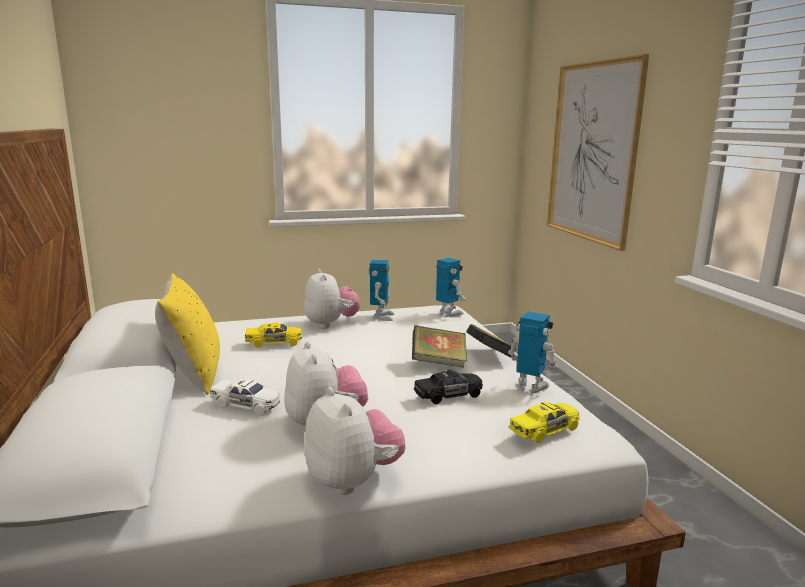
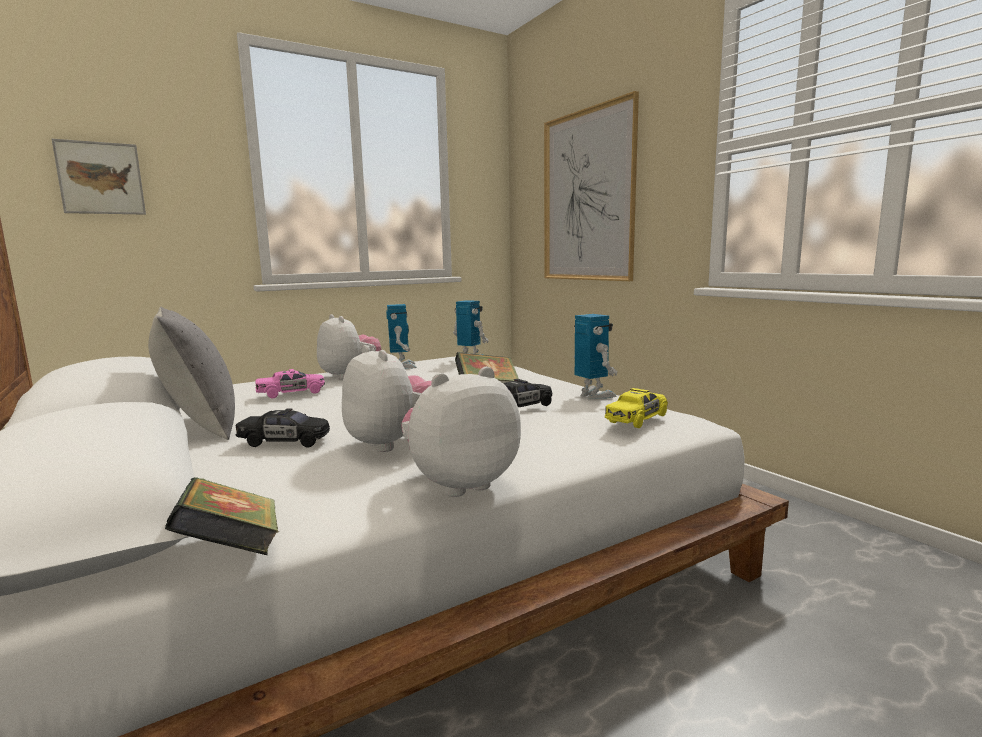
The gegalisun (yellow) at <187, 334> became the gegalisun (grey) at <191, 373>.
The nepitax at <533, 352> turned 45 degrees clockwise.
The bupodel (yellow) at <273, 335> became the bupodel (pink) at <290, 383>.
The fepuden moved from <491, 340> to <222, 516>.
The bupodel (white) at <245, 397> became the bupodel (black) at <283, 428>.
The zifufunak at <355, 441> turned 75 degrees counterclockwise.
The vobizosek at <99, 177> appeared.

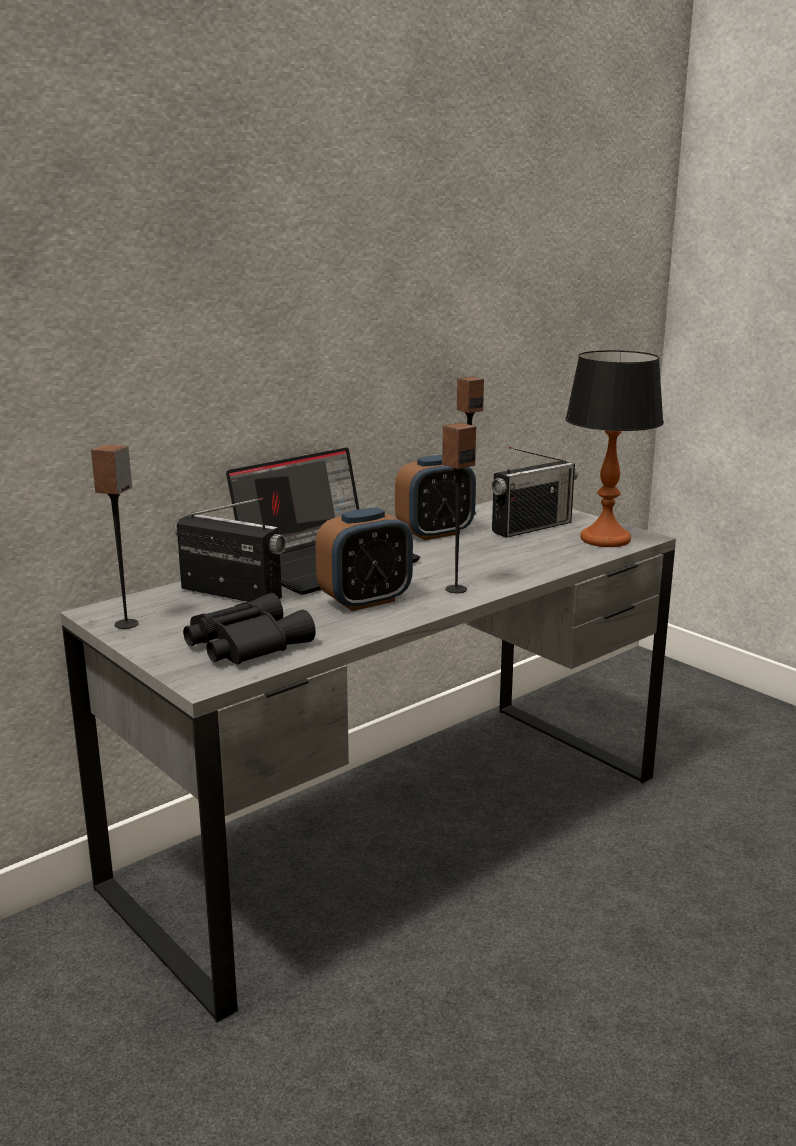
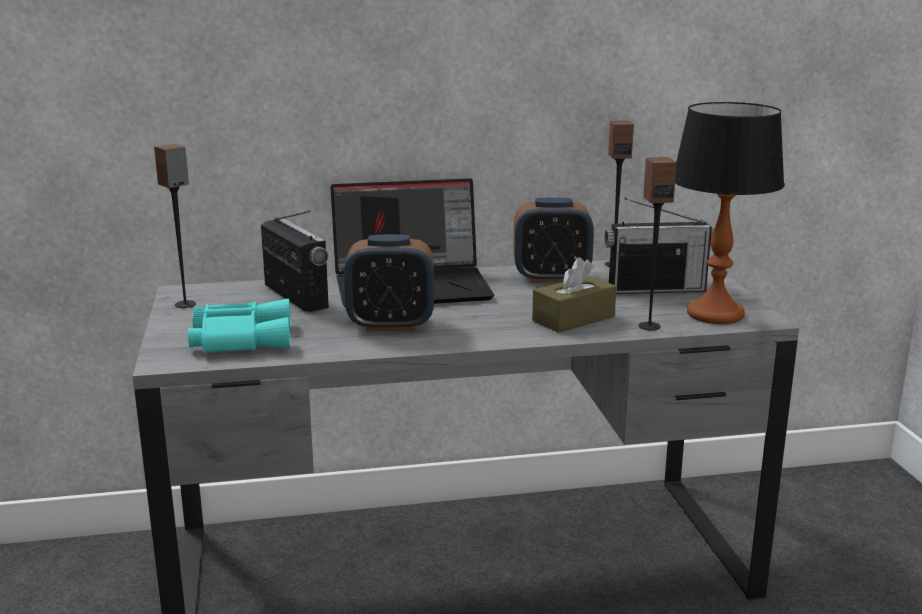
The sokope moved from <459, 508> to <657, 243>.
The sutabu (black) at <249, 629> became the sutabu (turquoise) at <239, 326>.
The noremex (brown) at <574, 295> appeared.

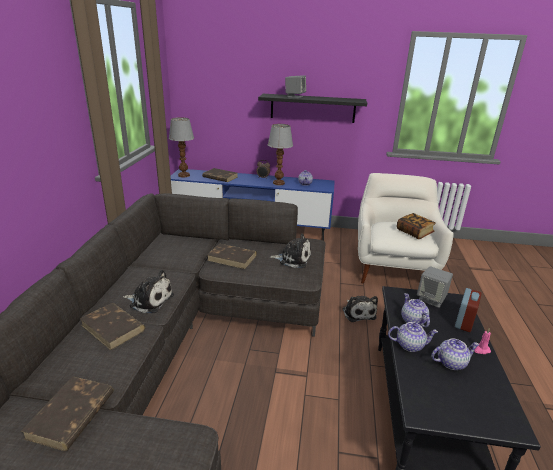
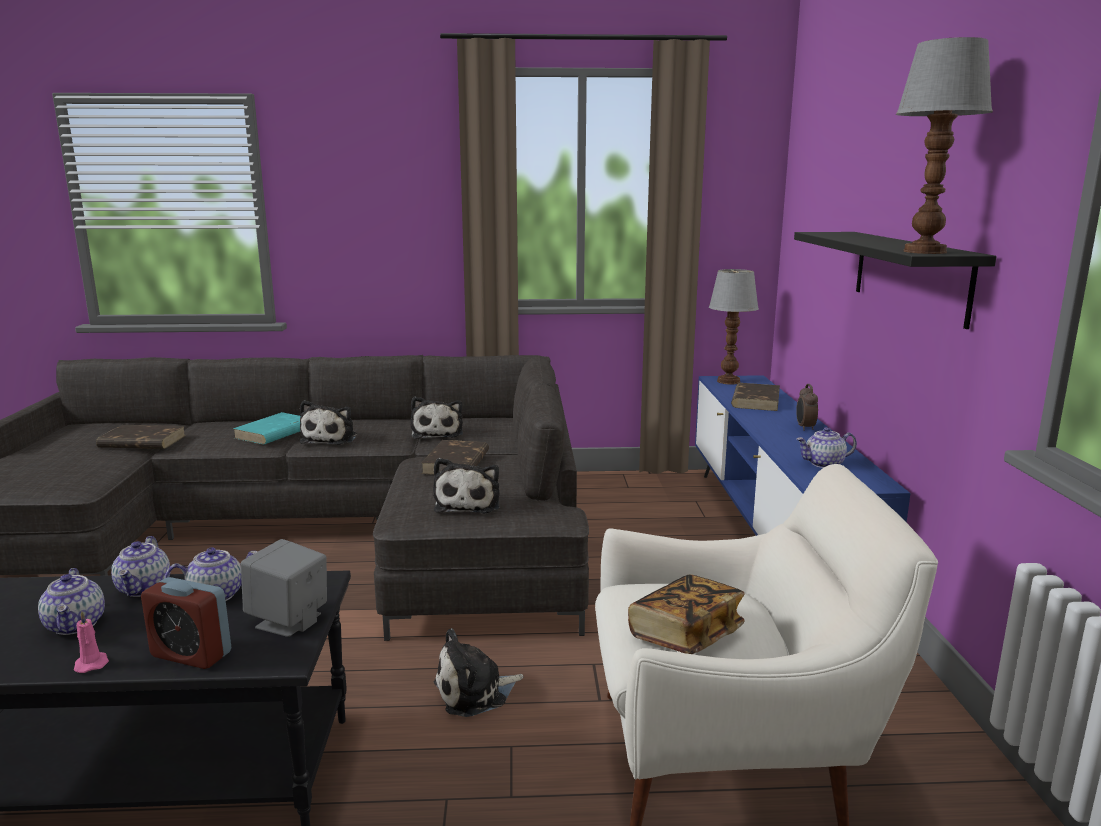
The sokope (grey) at <295, 86> disappeared.
The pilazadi moved from <280, 154> to <944, 145>.
The fepuden (brown) at <112, 326> became the fepuden (turquoise) at <266, 428>.
The zifufunak at <437, 418> appeared.

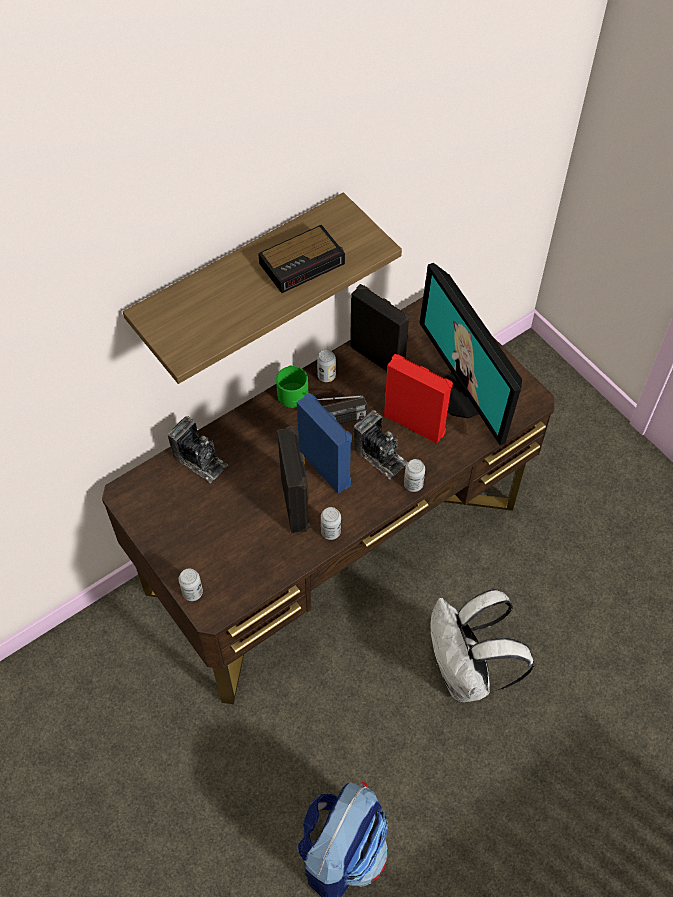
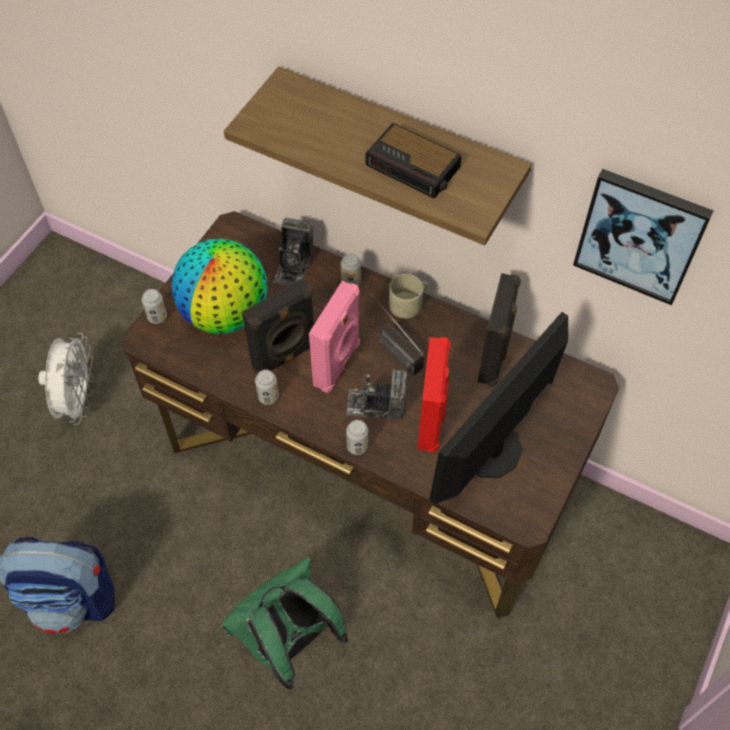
The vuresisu moved from <326, 366> to <351, 269>.
The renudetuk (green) at <292, 386> became the renudetuk (beige) at <408, 296>.
The sokope (blue) at <324, 443> became the sokope (pink) at <334, 337>.
The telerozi at <381, 444> turned 75 degrees clockwise.
The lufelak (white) at <482, 645> became the lufelak (green) at <284, 623>.
The vobizosek at <643, 237> appeared.
The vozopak at <219, 286> appeared.
The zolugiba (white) at <66, 379> appeared.

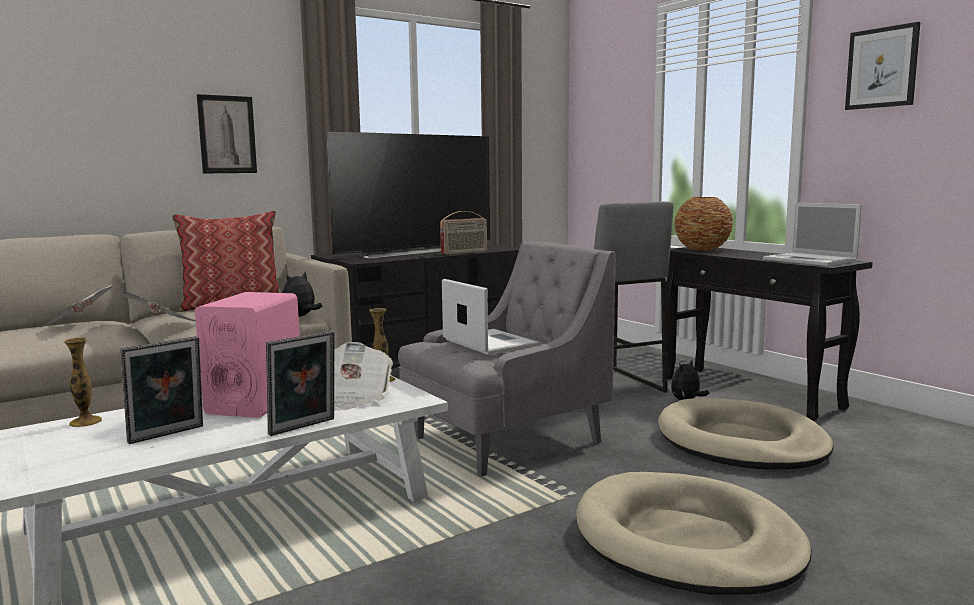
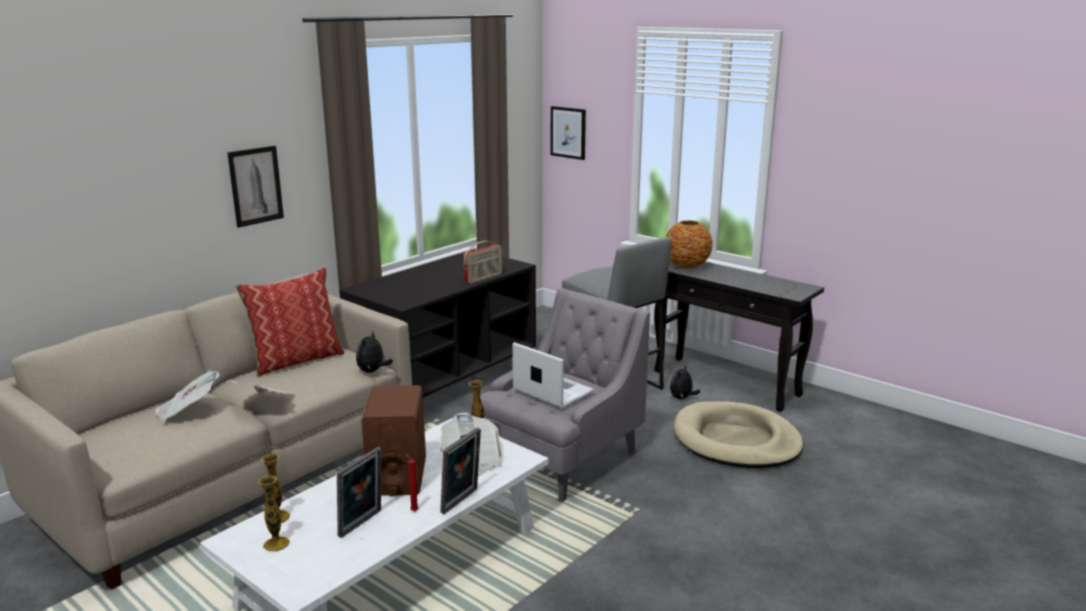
The vobizosek moved from <882, 66> to <568, 133>.
The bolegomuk at <408, 194> disappeared.
The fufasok at <812, 234> disappeared.
The sokope (pink) at <247, 355> became the sokope (brown) at <393, 440>.
The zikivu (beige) at <694, 533> disappeared.
The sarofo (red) at <412, 483> appeared.
The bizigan at <274, 514> appeared.

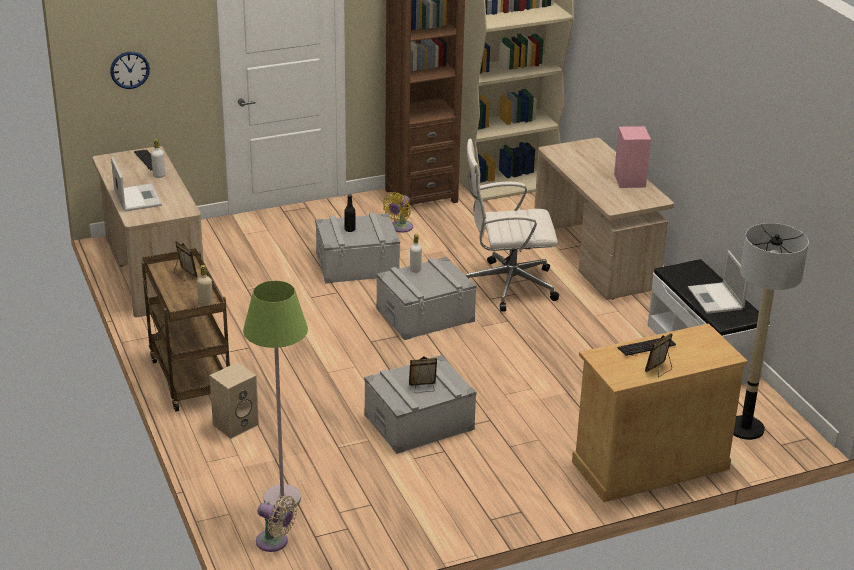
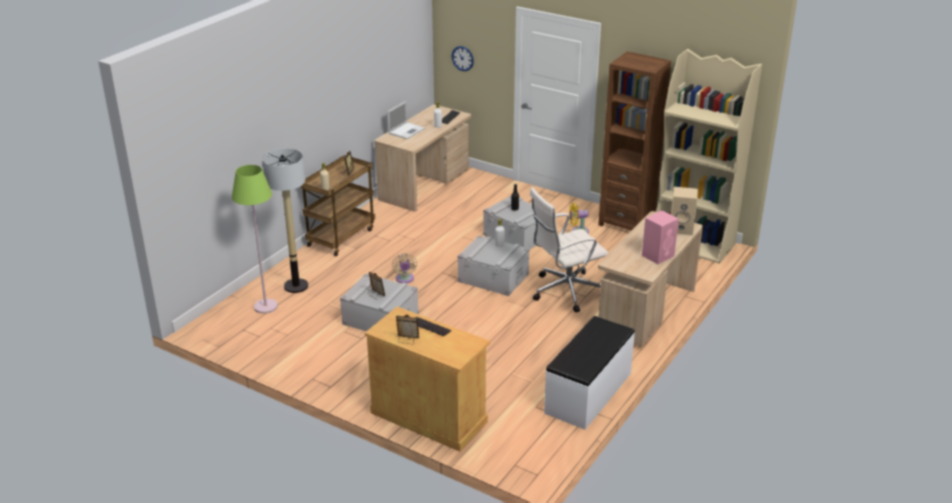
The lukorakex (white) at <512, 225> turned 75 degrees counterclockwise.
The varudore moved from <771, 331> to <285, 220>.
The fufasok at <718, 282> disappeared.
The sokope (beige) moved from <234, 400> to <684, 211>.
The zolugiba (beige) moved from <276, 524> to <404, 268>.

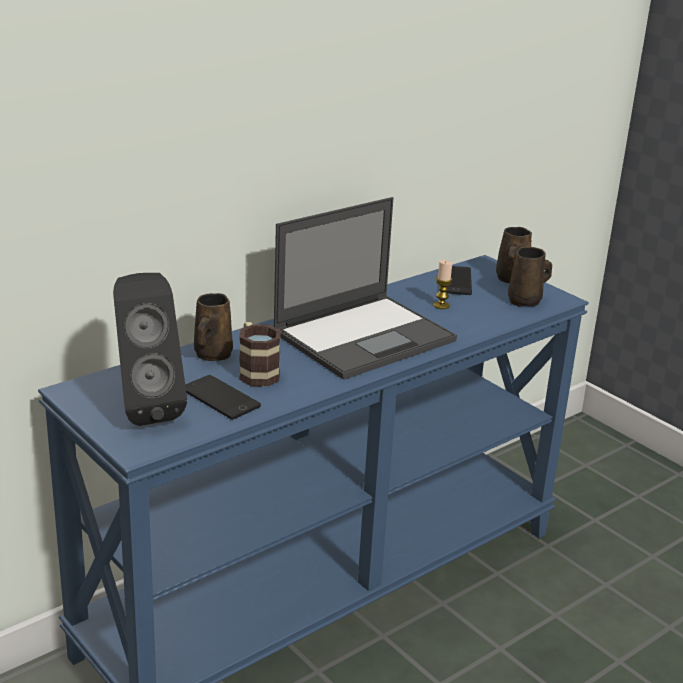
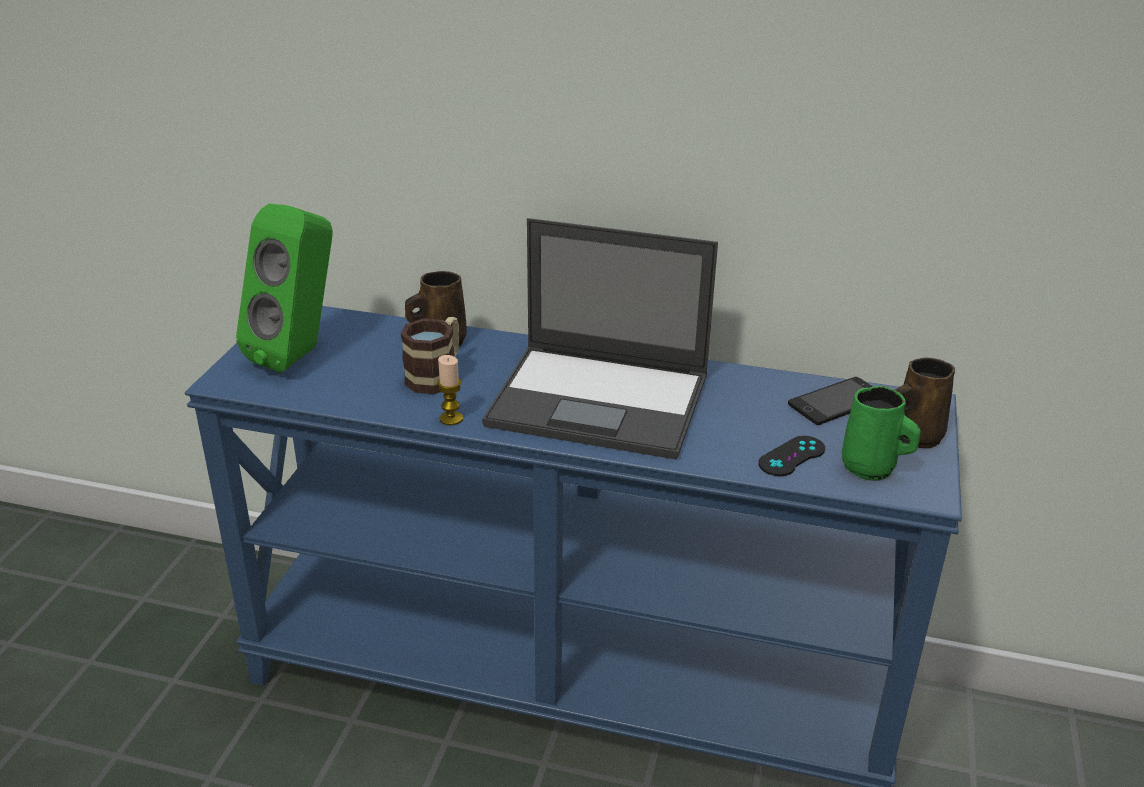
The renudetuk (brown) at <530, 277> became the renudetuk (green) at <881, 433>.
The sarofo moved from <443, 284> to <450, 390>.
The sokope (black) at <150, 349> became the sokope (green) at <284, 288>.
The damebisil at <223, 397> disappeared.
The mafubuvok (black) at <791, 456> appeared.

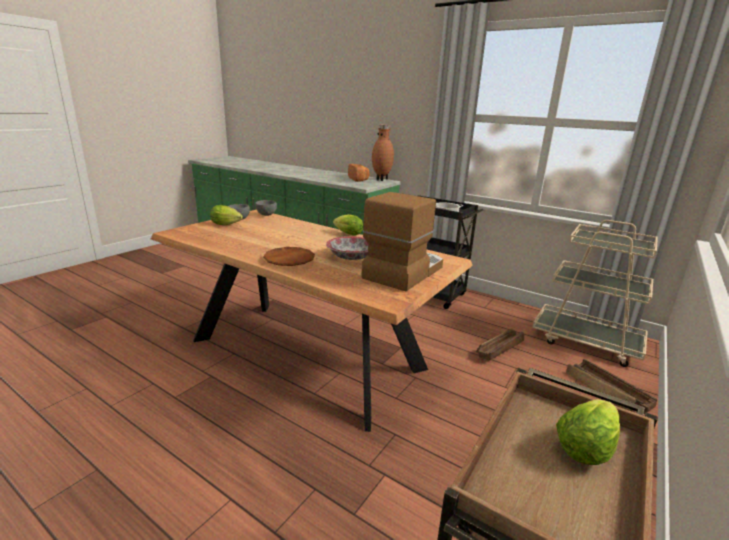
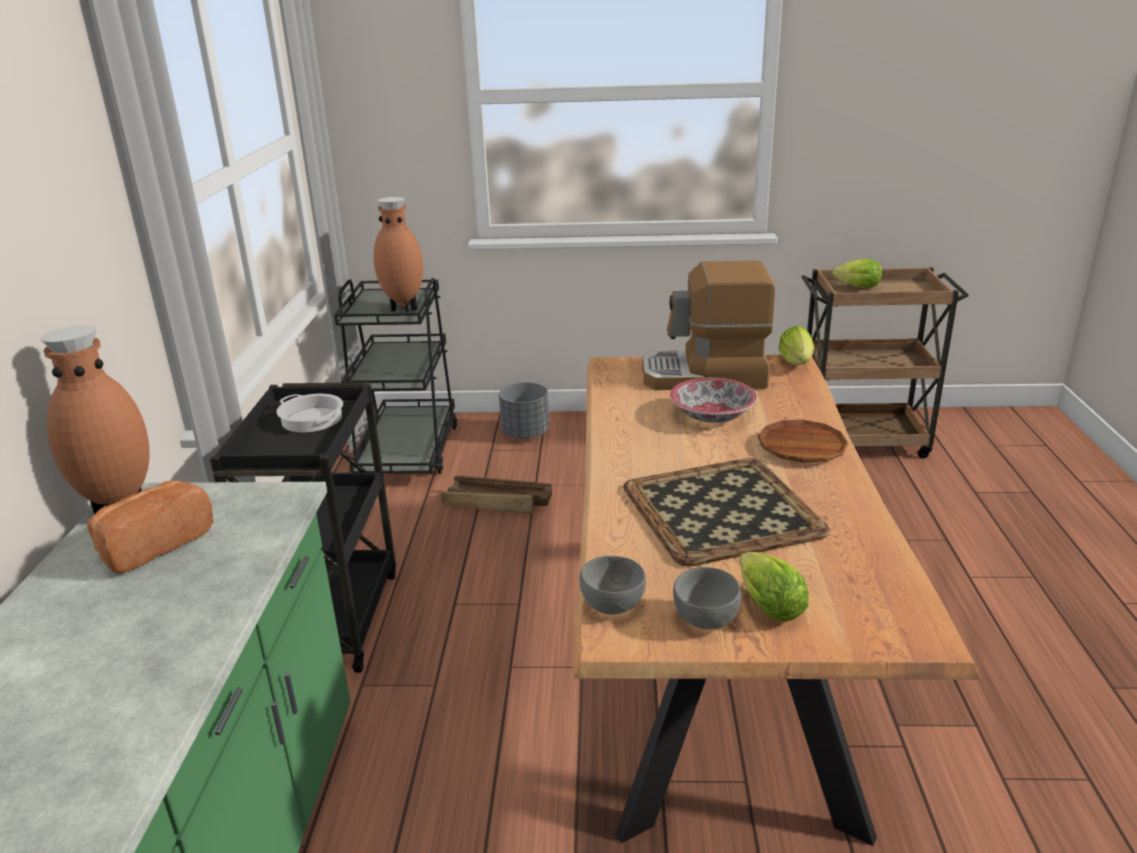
The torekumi moved from <348, 225> to <796, 345>.
The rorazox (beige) at <595, 293> became the rorazox (black) at <396, 376>.
The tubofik at <611, 386> was replaced by the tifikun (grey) at <524, 410>.
The bizigan (brown) at <398, 255> appeared.
The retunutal at <726, 512> appeared.

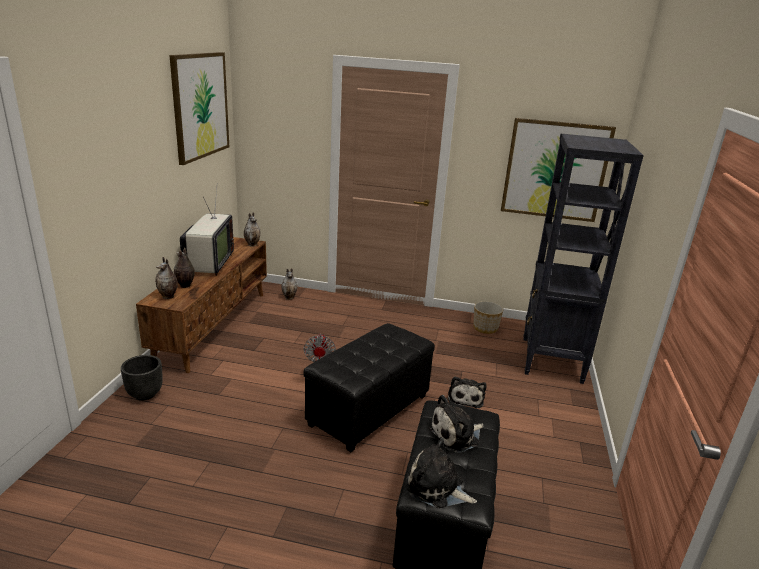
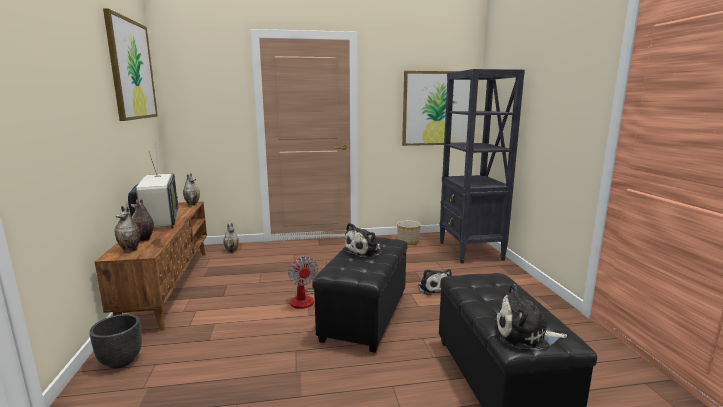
The zifufunak moved from <456, 424> to <362, 240>.

